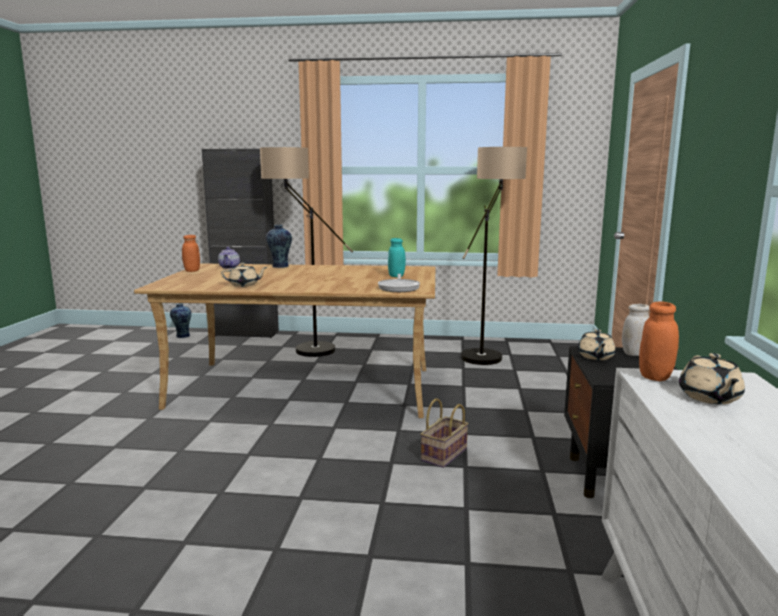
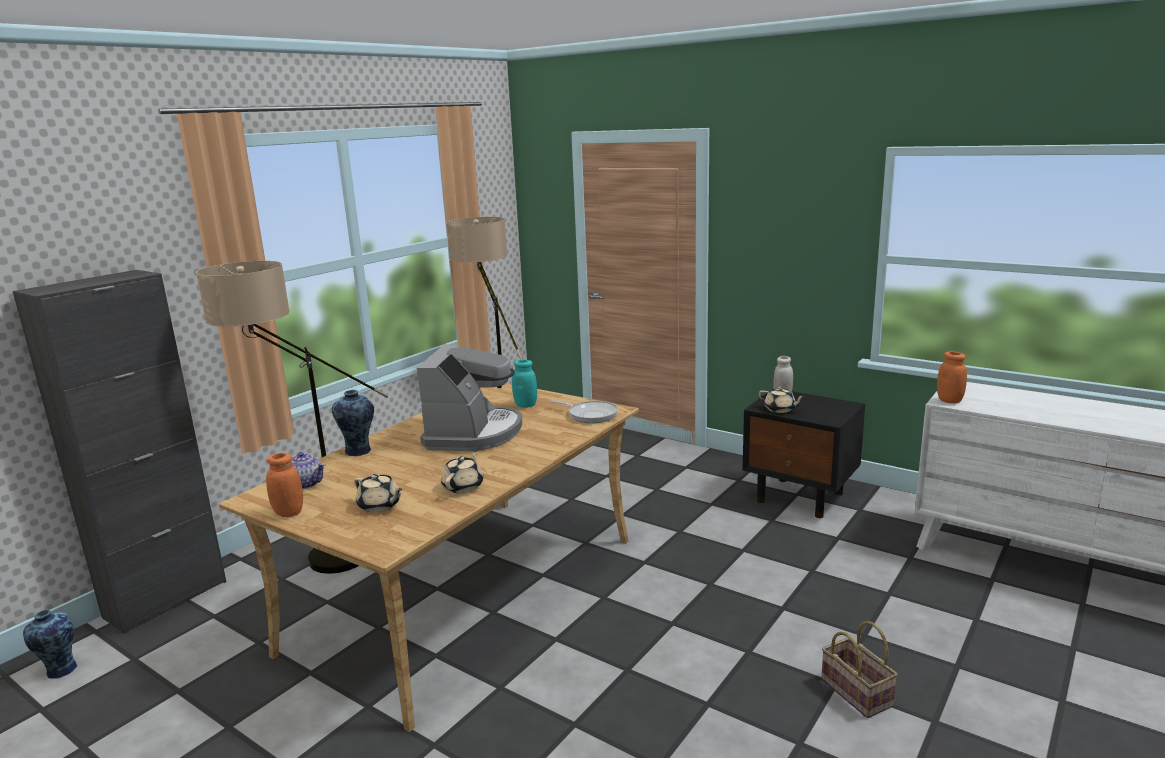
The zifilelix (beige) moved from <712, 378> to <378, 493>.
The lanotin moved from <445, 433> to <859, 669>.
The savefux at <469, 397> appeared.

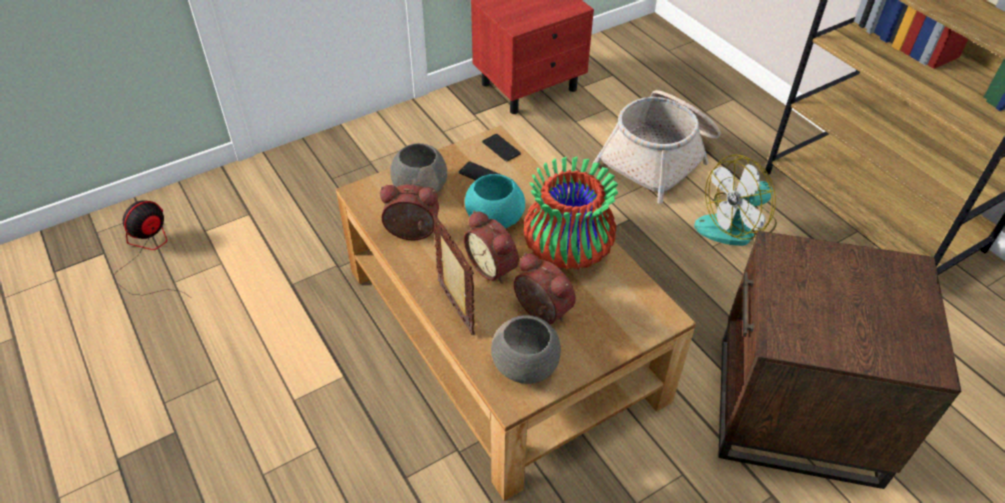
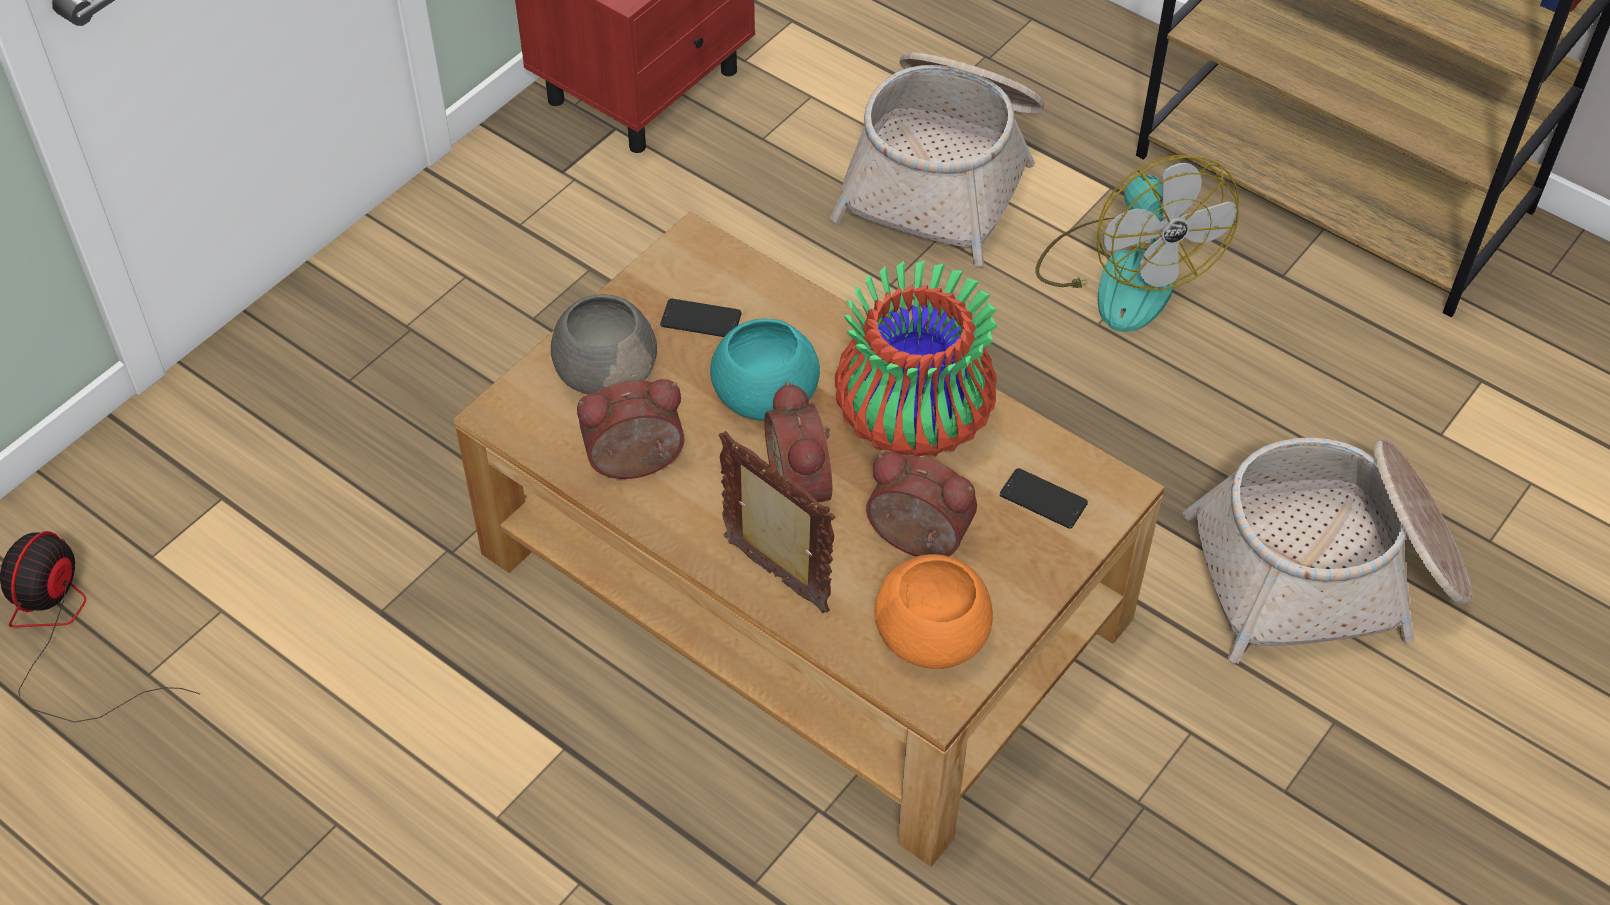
The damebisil moved from <501, 147> to <1044, 498>.
The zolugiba at <735, 200> turned 60 degrees counterclockwise.
The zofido at <491, 247> turned 45 degrees clockwise.
The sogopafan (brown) at <840, 360> was replaced by the lanotin at <1328, 550>.
The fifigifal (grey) at <526, 349> became the fifigifal (orange) at <933, 611>.

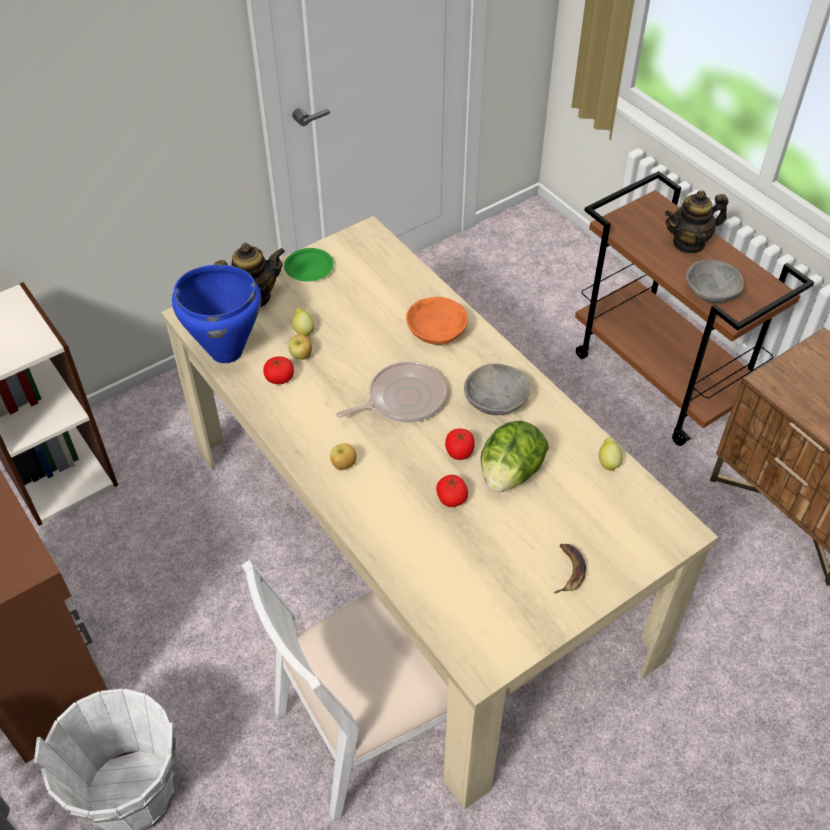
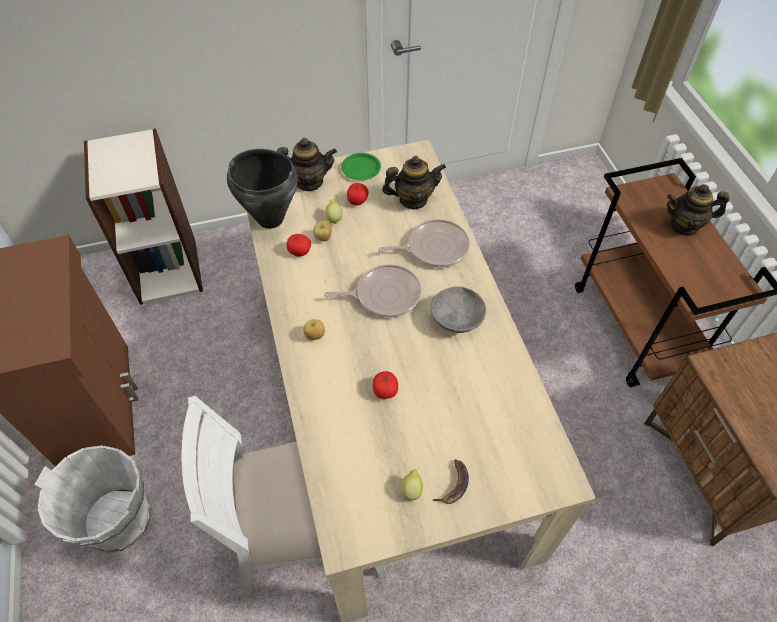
The fifigifal (grey) at <715, 281> disappeared.
The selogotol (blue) at <216, 314> became the selogotol (black) at <262, 189>.
The fifigifal (orange) at <437, 321> was replaced by the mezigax at <424, 243>.
The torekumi at <515, 456> disappeared.
The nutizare moved from <460, 444> to <358, 194>.
The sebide moved from <610, 454> to <412, 486>.
The zifilelix at <414, 183> appeared.

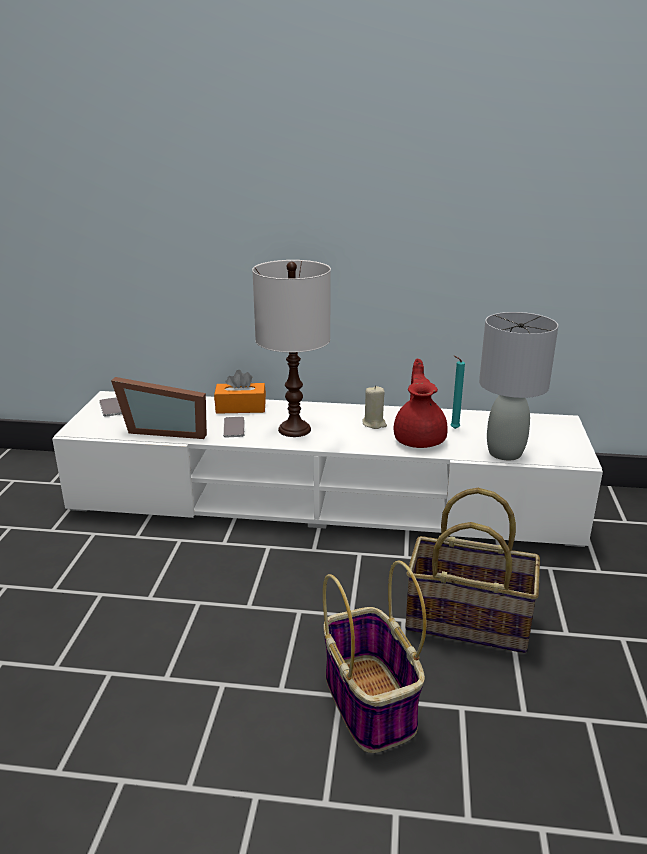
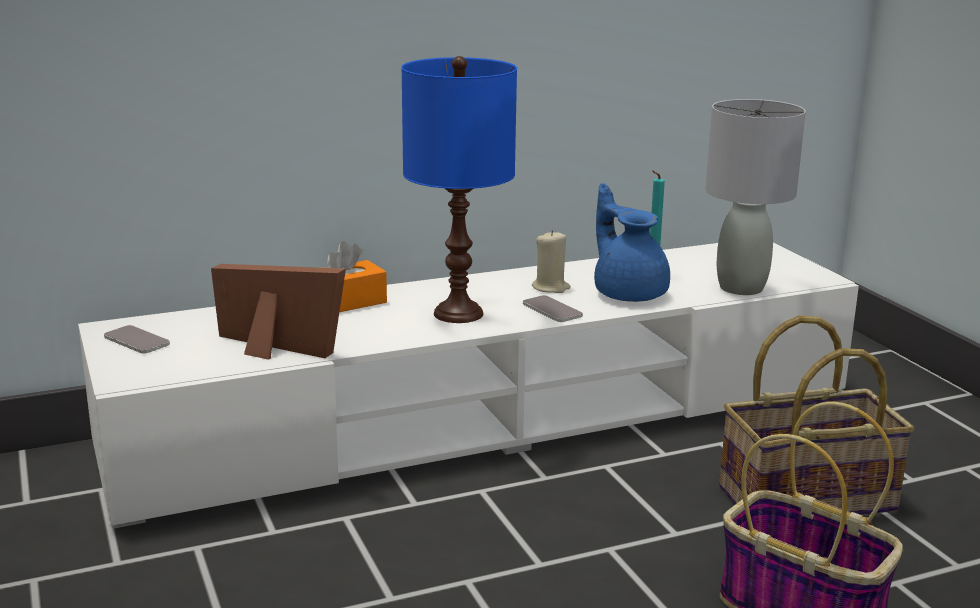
The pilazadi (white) at <291, 348> became the pilazadi (blue) at <459, 189>.
The zifilelix (red) at <421, 403> became the zifilelix (blue) at <632, 242>.
The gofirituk at <159, 408> turned 135 degrees counterclockwise.
The damebisil moved from <234, 427> to <553, 308>.

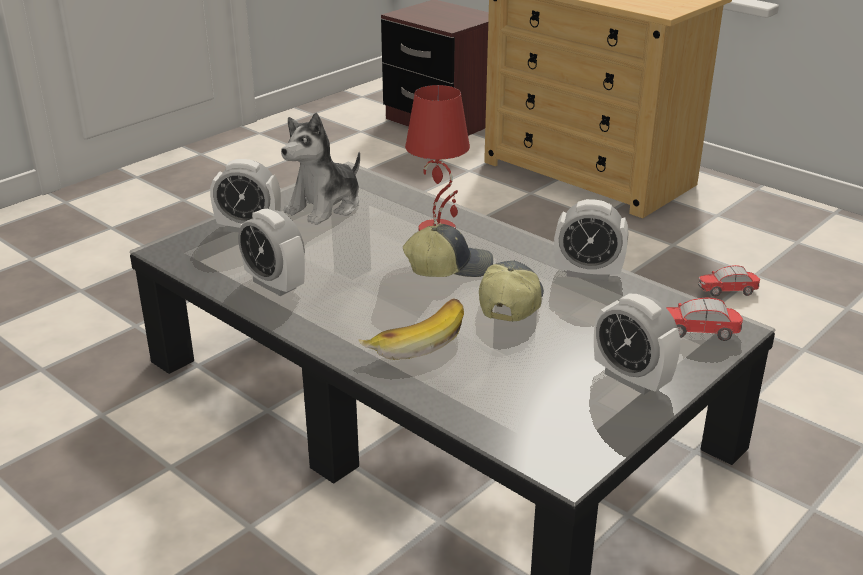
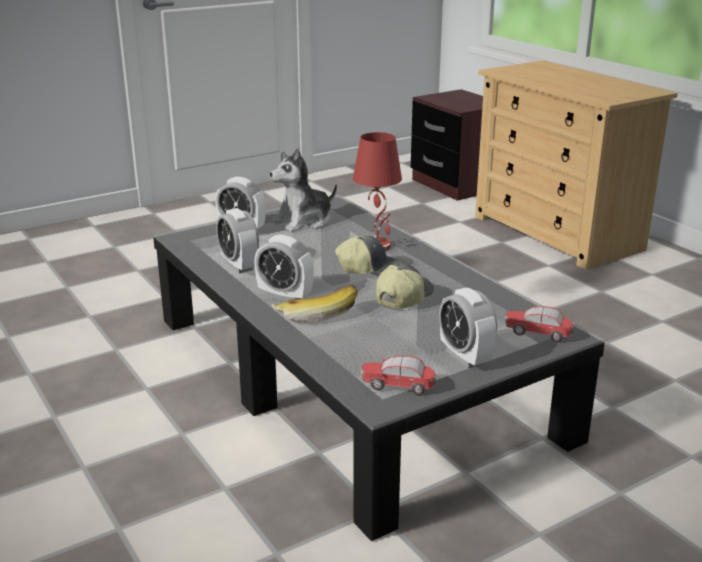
The zofido moved from <591, 240> to <284, 268>.
The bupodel moved from <729, 281> to <398, 375>.

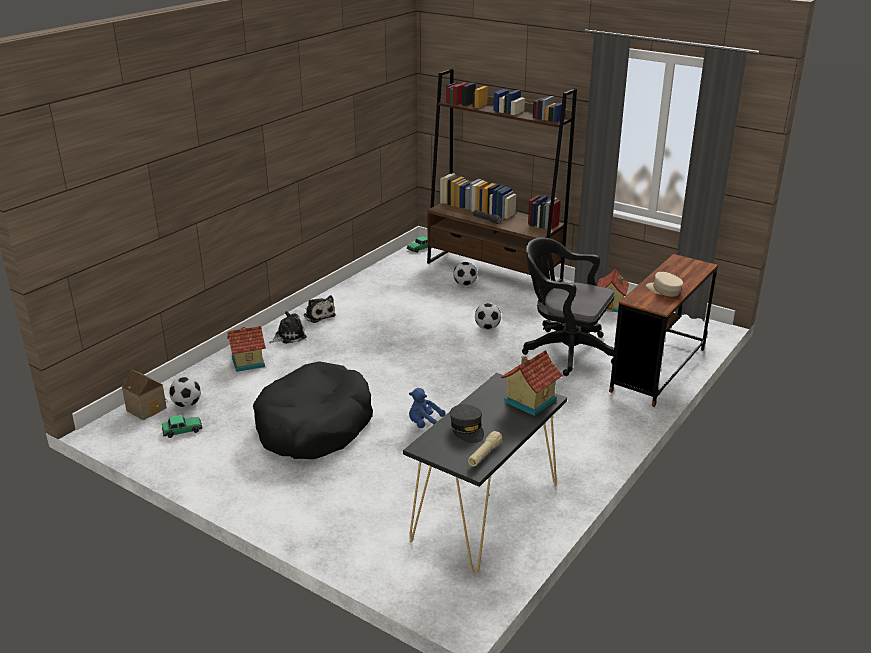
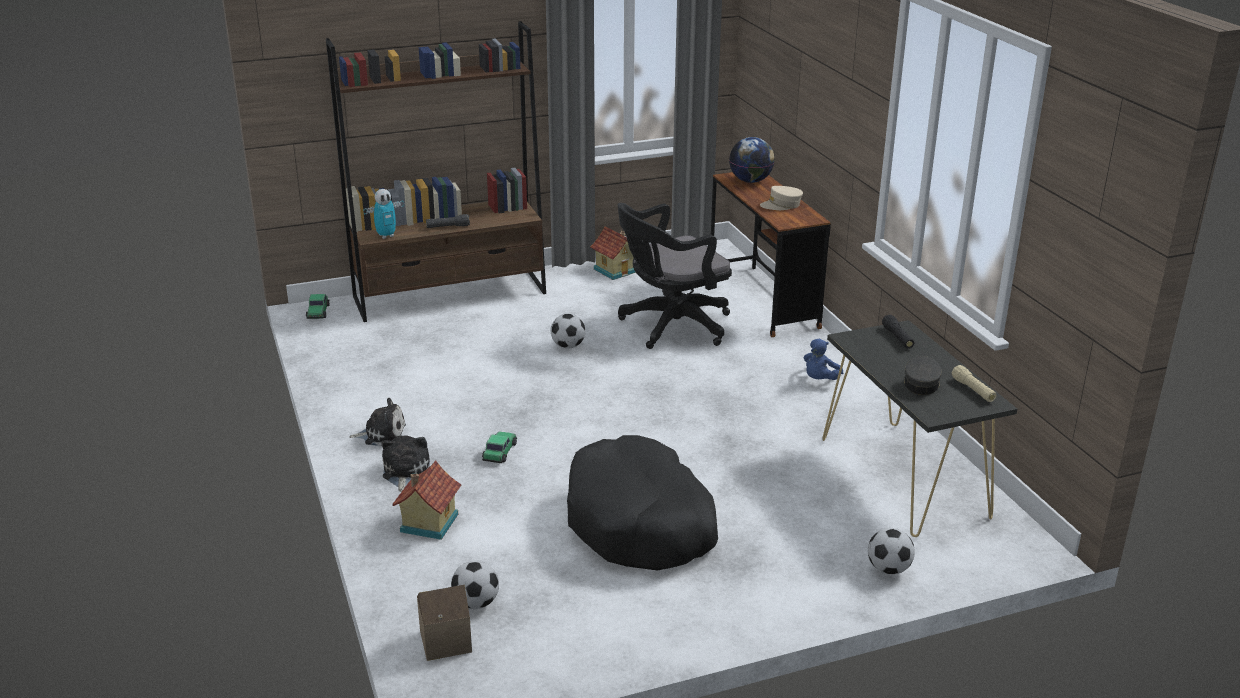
The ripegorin moved from <465, 274> to <891, 551>.
The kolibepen at <532, 383> was replaced by the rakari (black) at <898, 332>.
The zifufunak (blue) moved from <427, 408> to <823, 359>.
The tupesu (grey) at <467, 423> turned 90 degrees counterclockwise.
The bupodel moved from <182, 426> to <499, 447>.
The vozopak at <752, 160> appeared.
The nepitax at <383, 214> appeared.

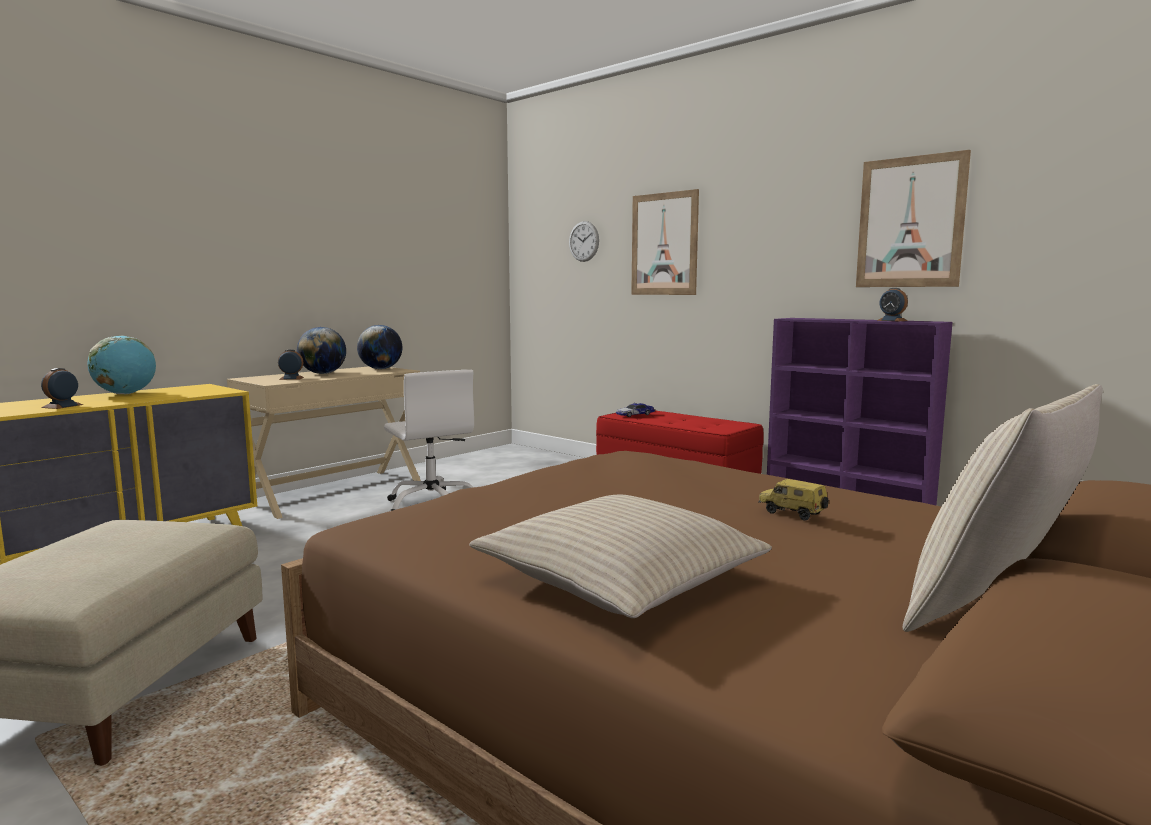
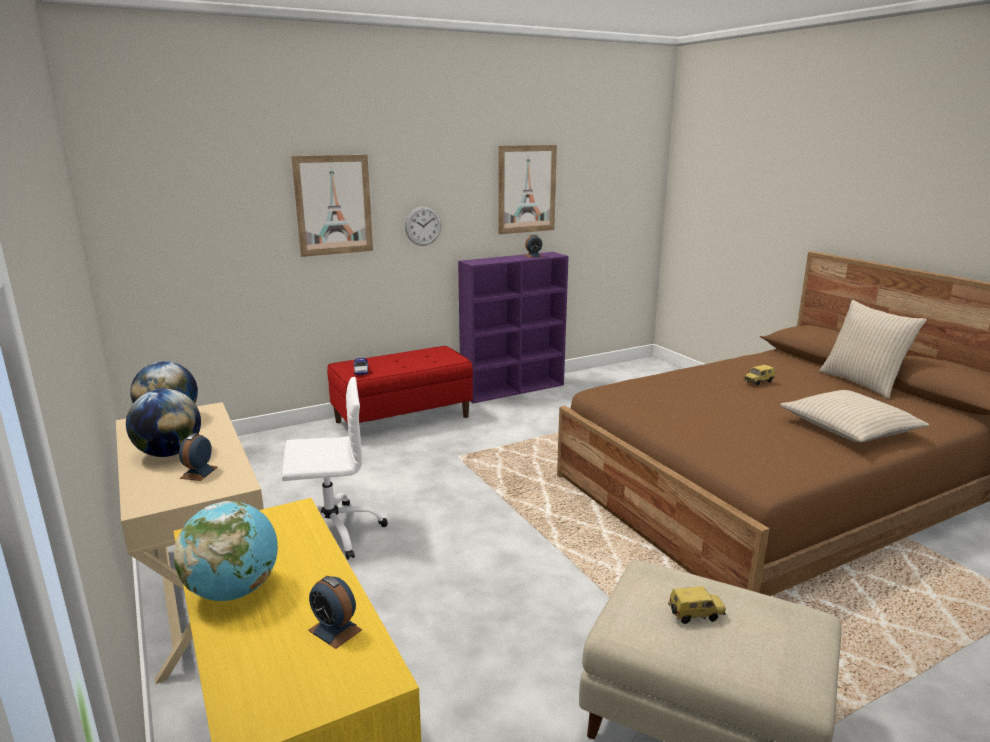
The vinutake moved from <584, 241> to <423, 226>.
The bupodel at <697, 605> appeared.

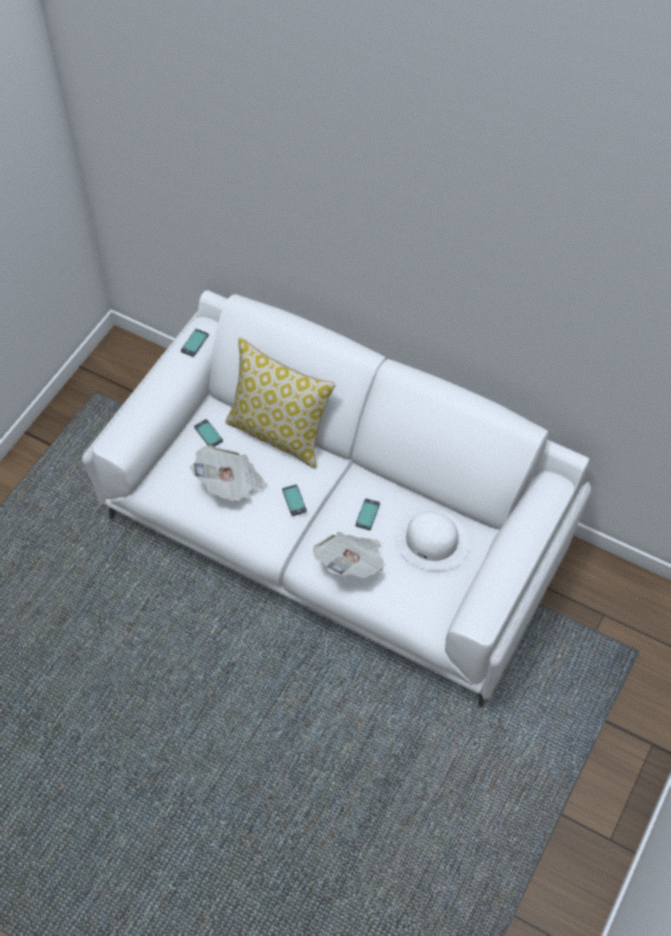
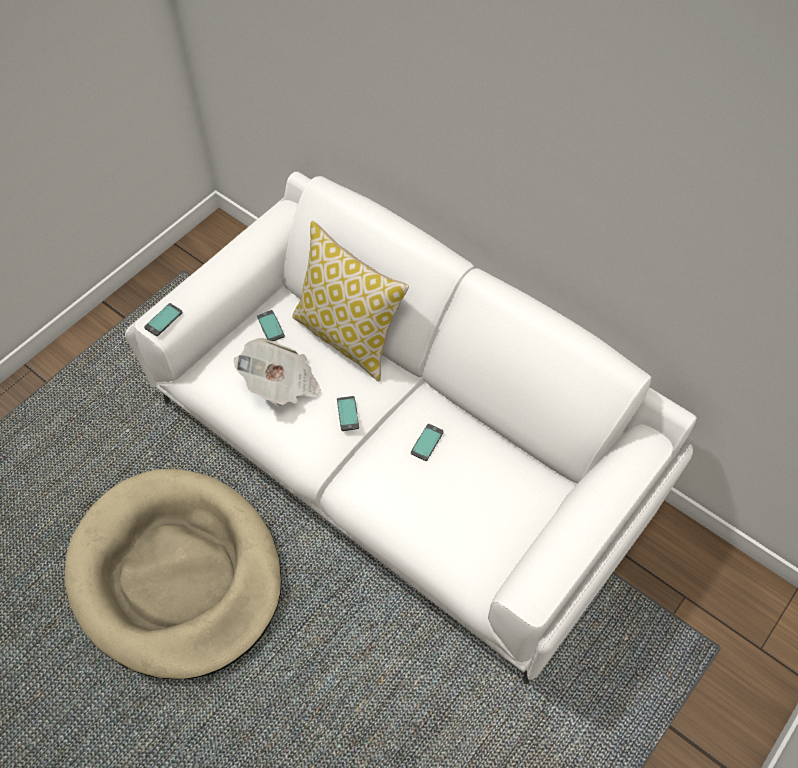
The damebisil moved from <195, 343> to <163, 319>.
The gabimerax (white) at <432, 540> disappeared.
The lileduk at <348, 555> disappeared.
The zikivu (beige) at <173, 574> appeared.

